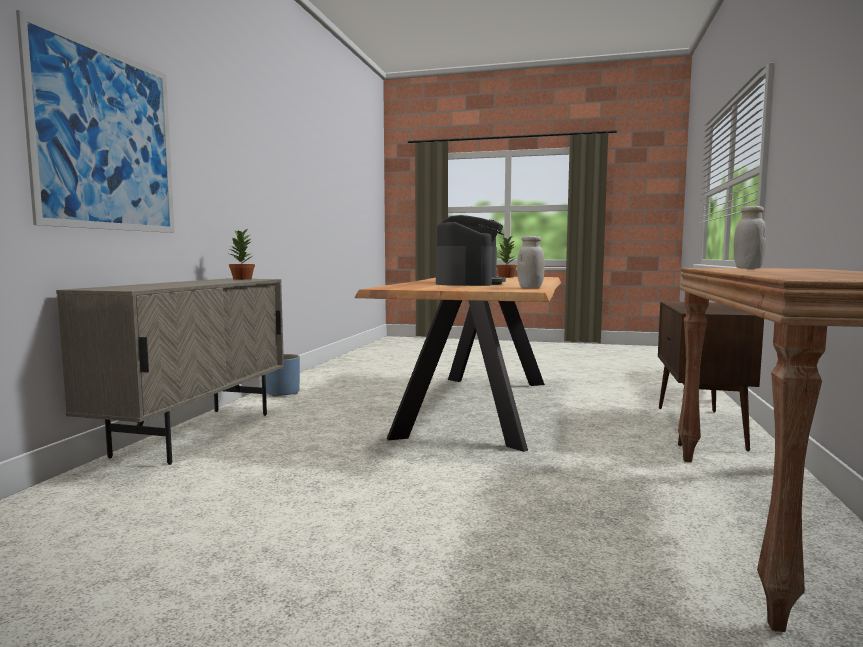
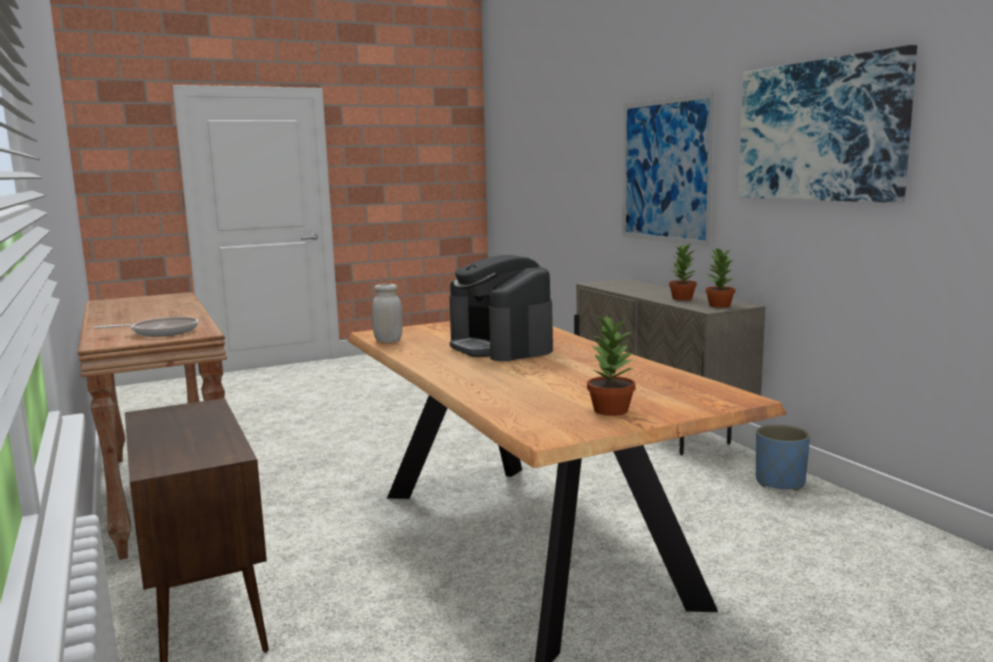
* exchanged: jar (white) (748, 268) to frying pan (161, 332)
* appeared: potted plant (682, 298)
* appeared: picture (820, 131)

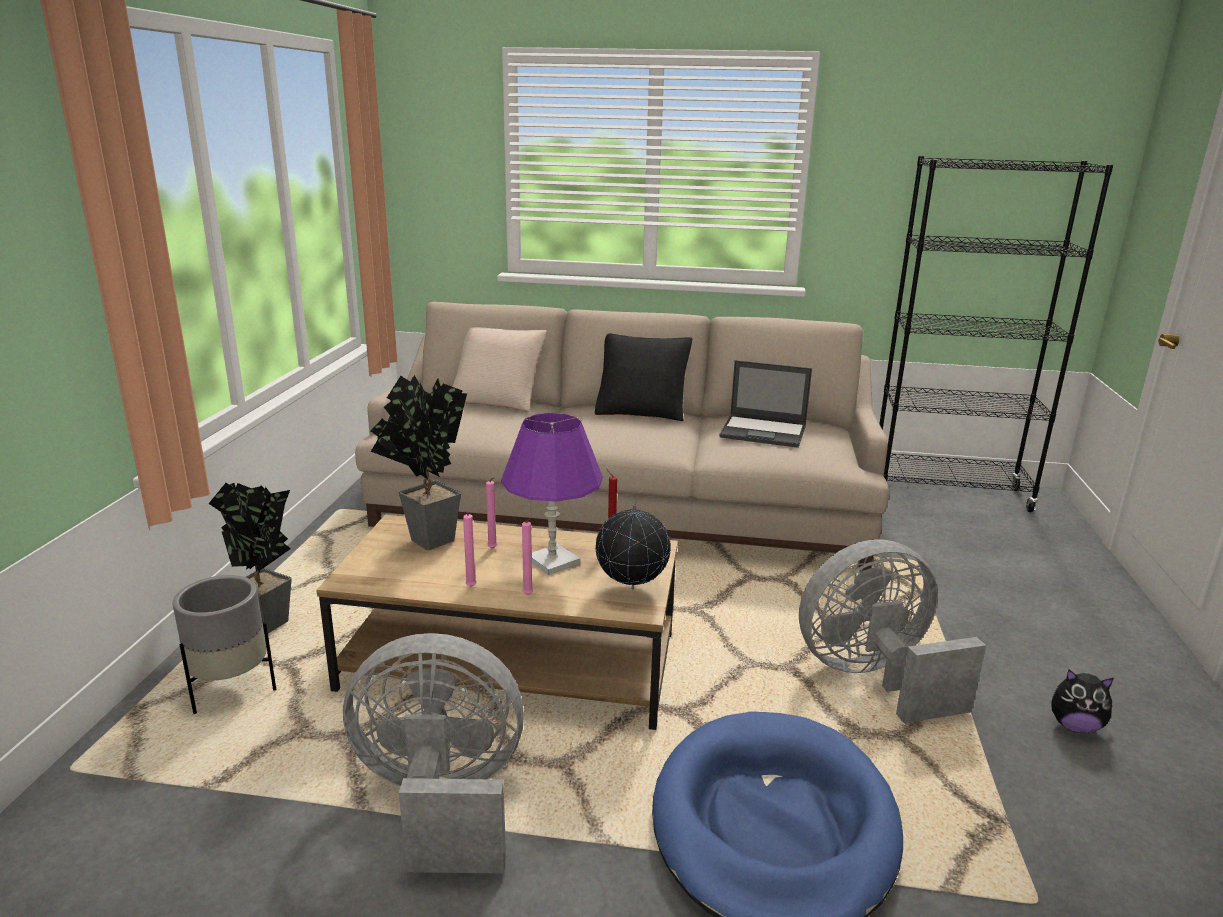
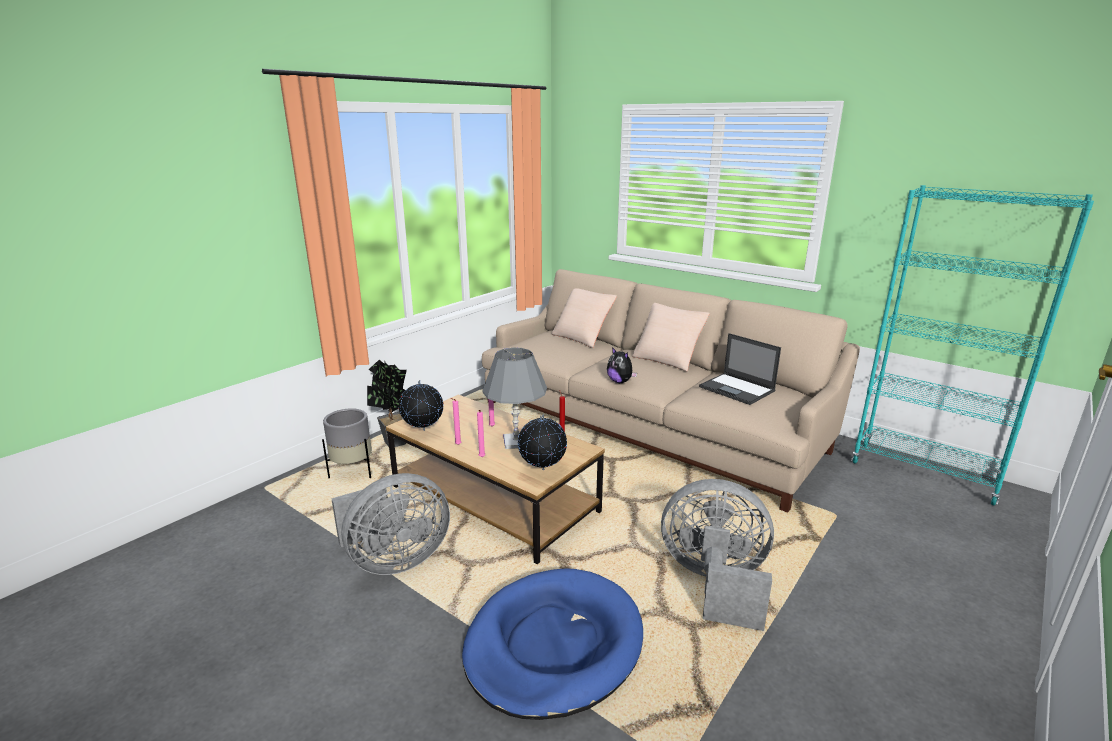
* spun: fan (grey) (441, 802) = (394, 560) 120 degrees clockwise
* appeared: globe (423, 430)
* colour: table lamp (purple) (552, 561) to table lamp (grey) (516, 442)
* relocated: plush toy (1074, 726) to (620, 381)
* colour: pillow (black) (642, 410) to pillow (beige) (668, 359)
* colour: bookcase (black) (949, 495) to bookcase (turquoise) (924, 473)
* missing: potted plant (425, 540)

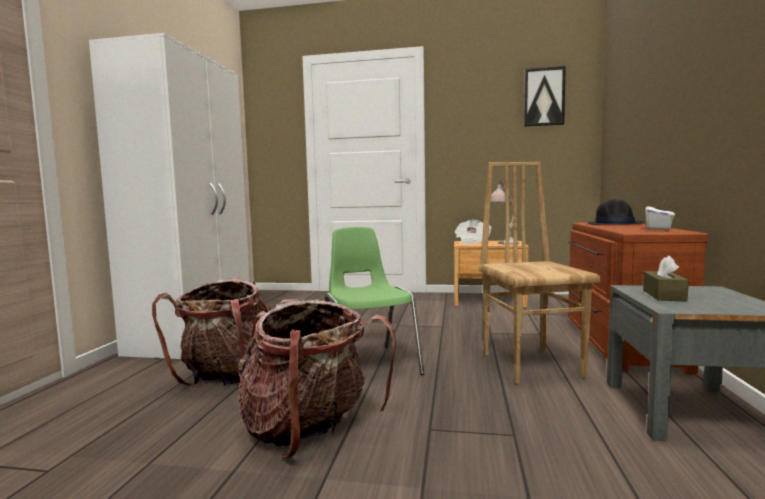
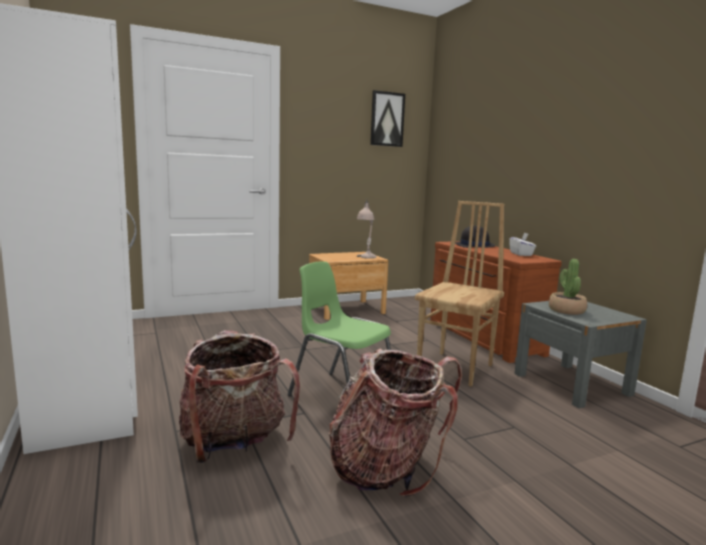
* spun: chair (brown) (532, 364) = (456, 368) 75 degrees clockwise
* exchanged: tissue box (brown) (664, 295) to potted plant (566, 310)
* missing: newspaper (472, 242)

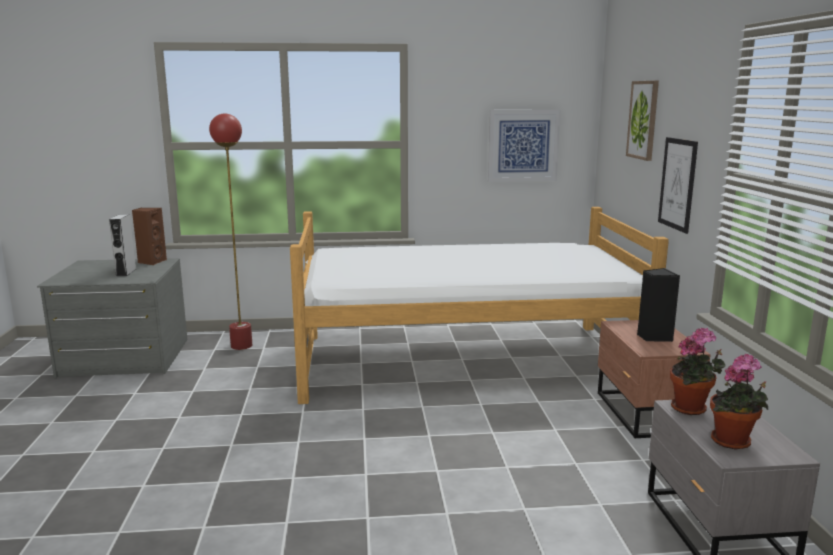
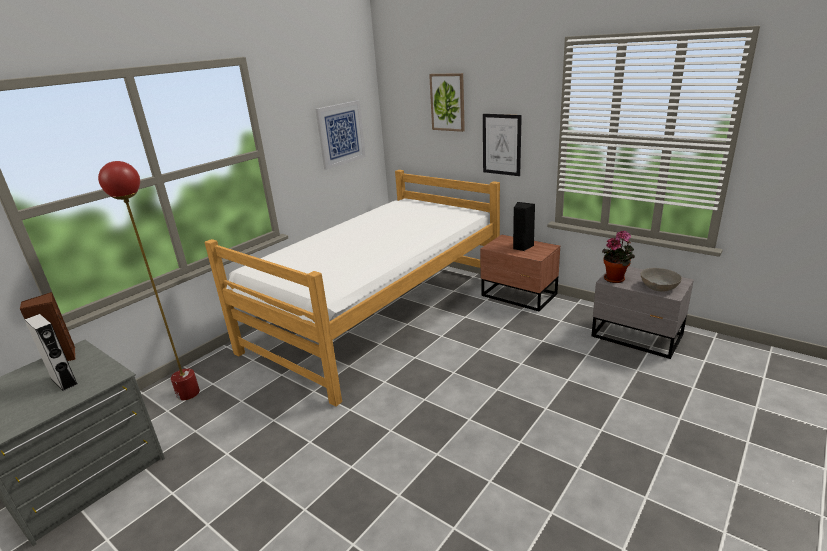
* exchanged: potted plant (733, 443) to bowl (grey) (659, 287)

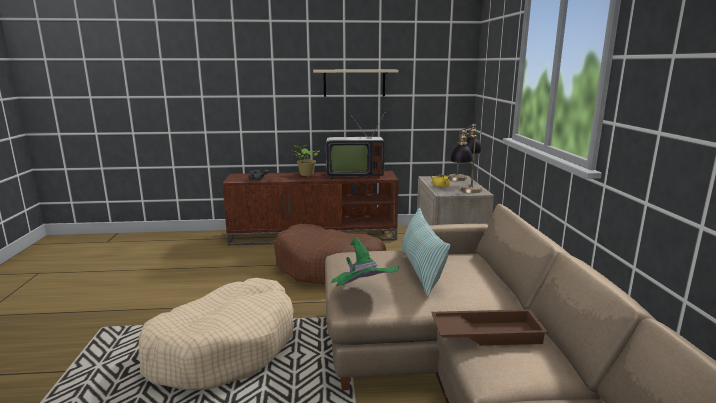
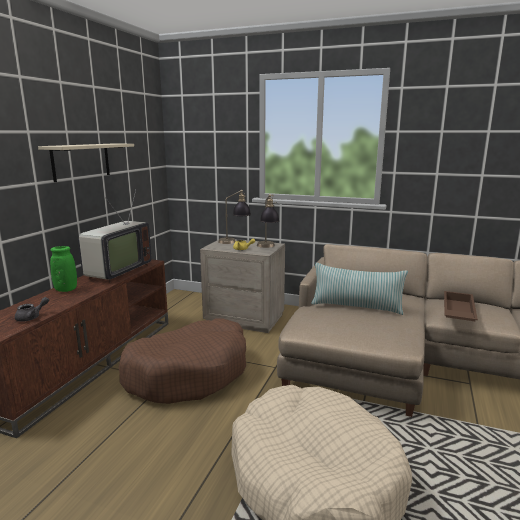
* exchanged: potted plant (306, 174) to vase (green) (66, 289)
* missing: hat (green) (363, 295)

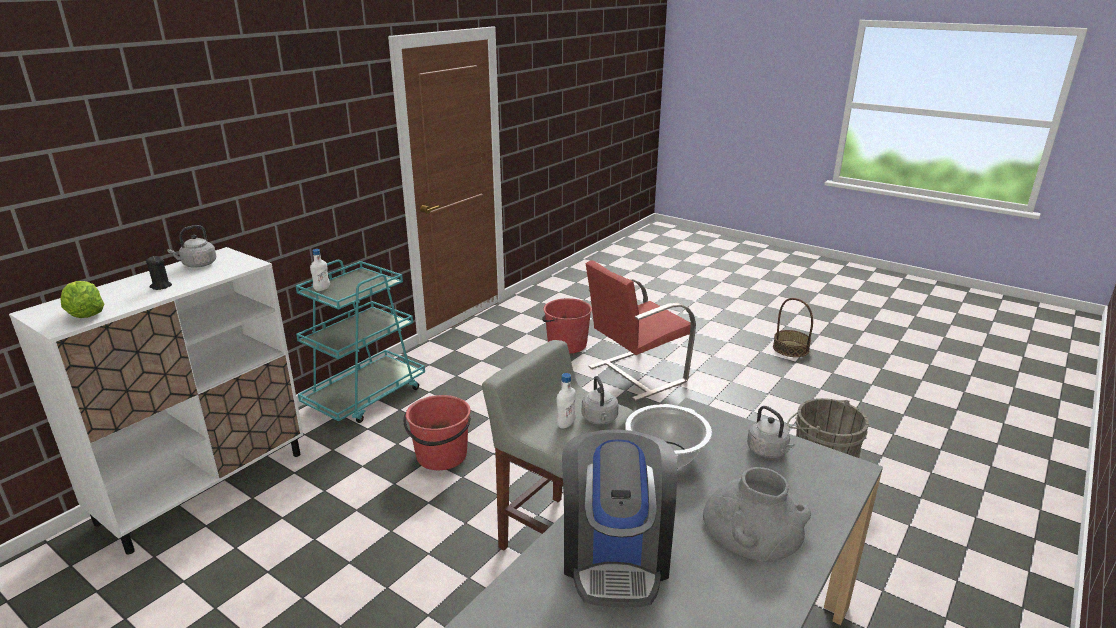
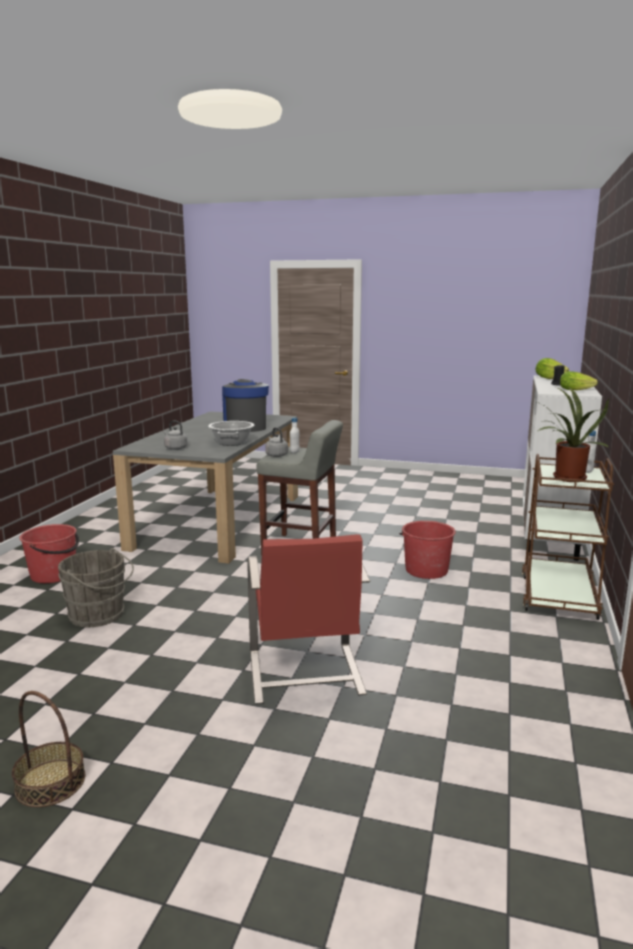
* relocated: bucket (red) (566, 344) to (54, 575)
* spun: chair (red) (635, 374) = (304, 674) 135 degrees clockwise
* colour: cart (turquoise) (366, 396) to cart (brown) (558, 596)
* appeared: potted plant (566, 478)
* exchanged: kettle (grey) (198, 265) to lettuce (577, 390)
* missing: vase (grey) (754, 525)

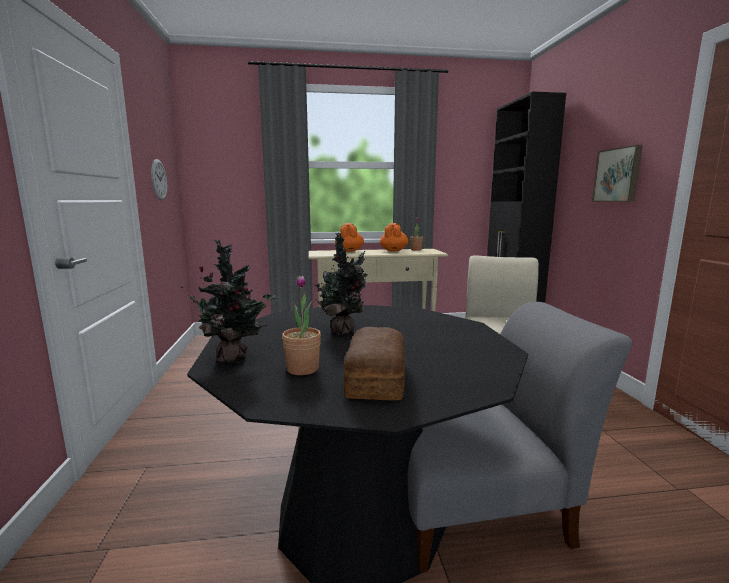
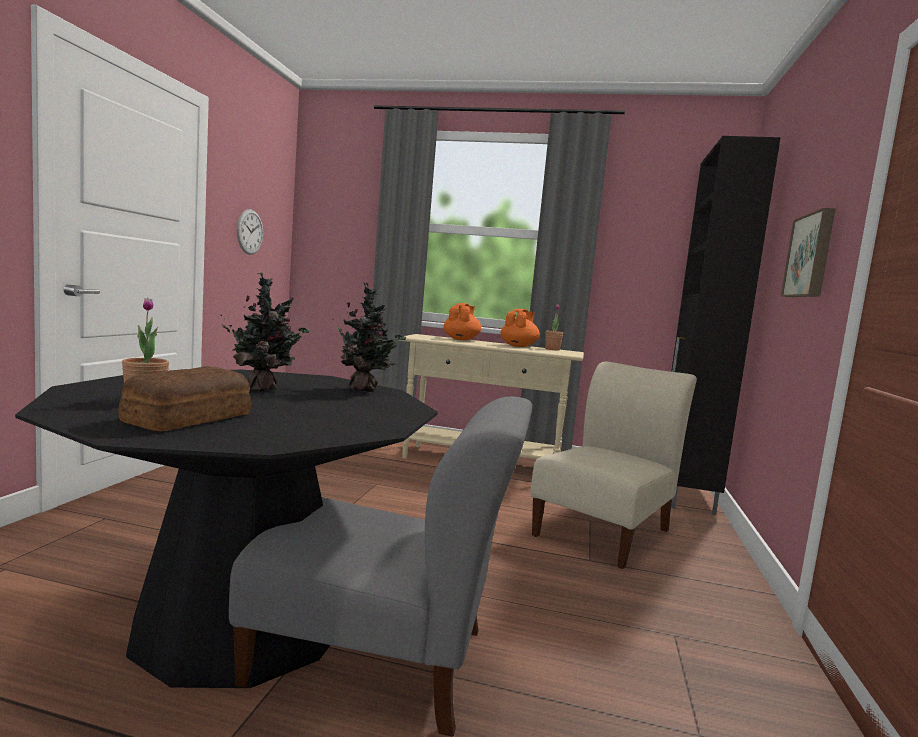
* relocated: potted plant (234, 358) to (365, 390)

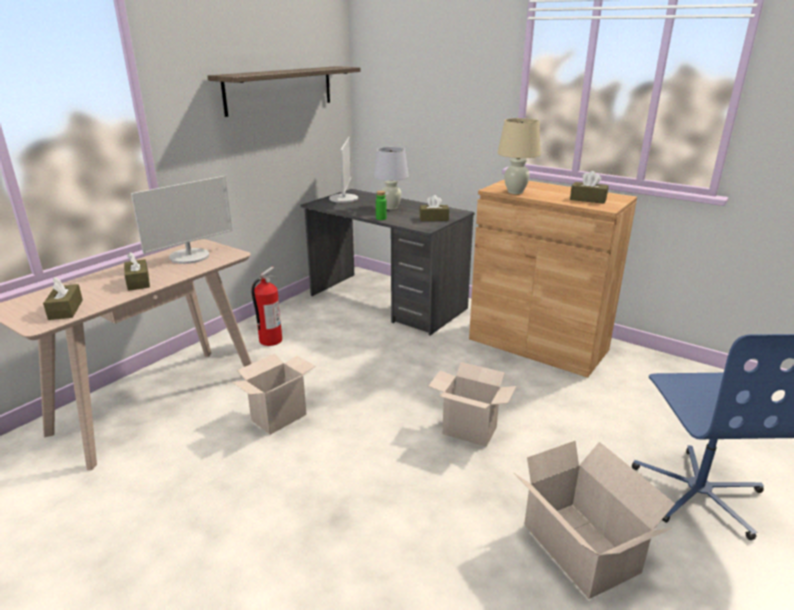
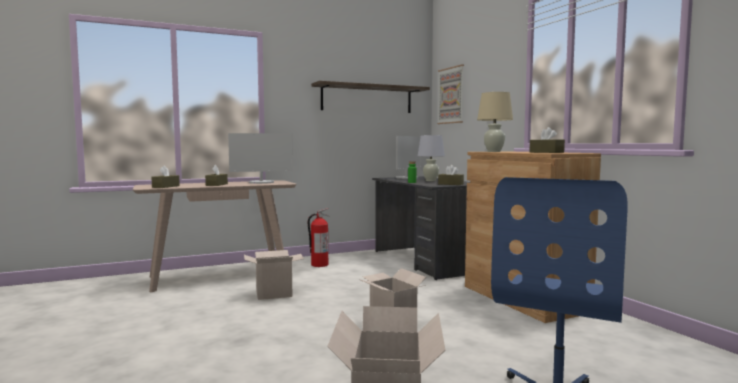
* appeared: picture (451, 95)

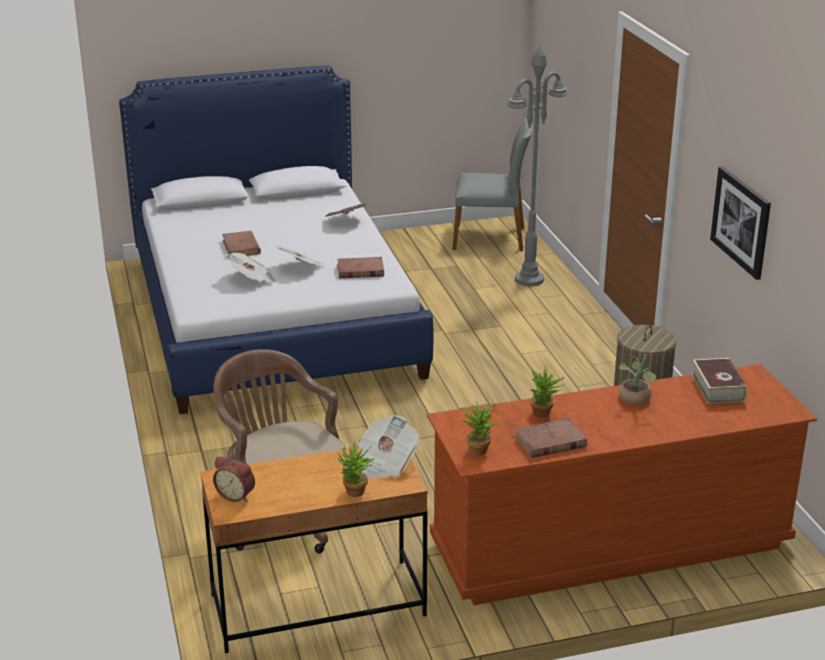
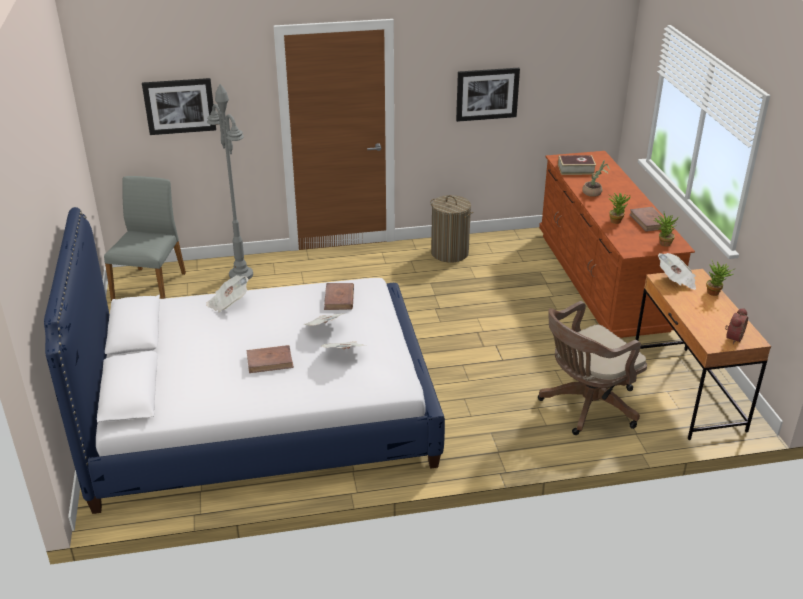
* appeared: picture (179, 106)

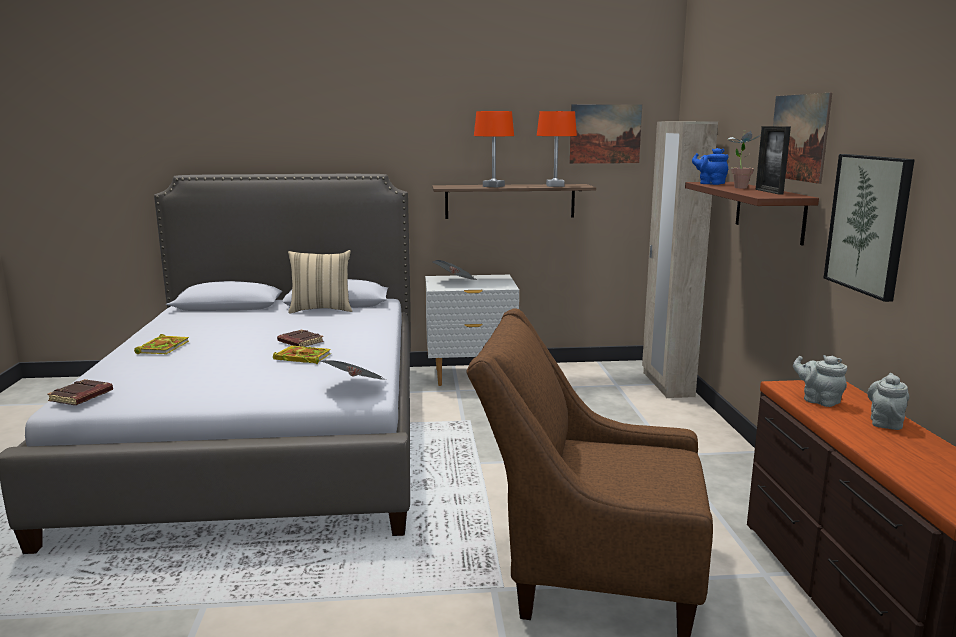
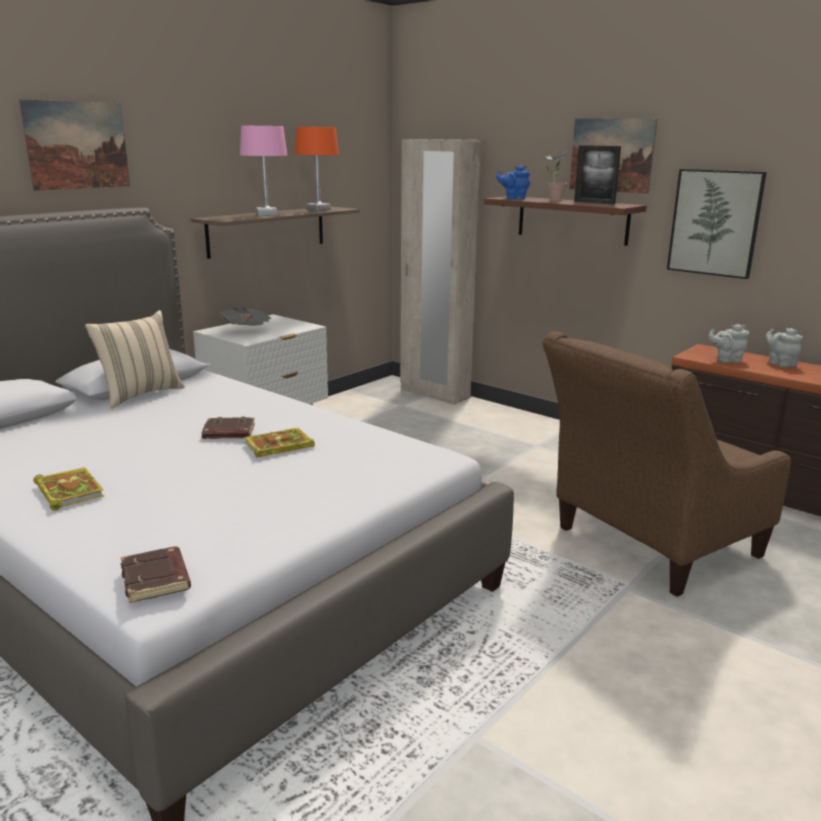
* relocated: picture (605, 134) to (77, 145)
* colour: table lamp (orange) (493, 186) to table lamp (pink) (267, 215)
* missing: newspaper (356, 387)

